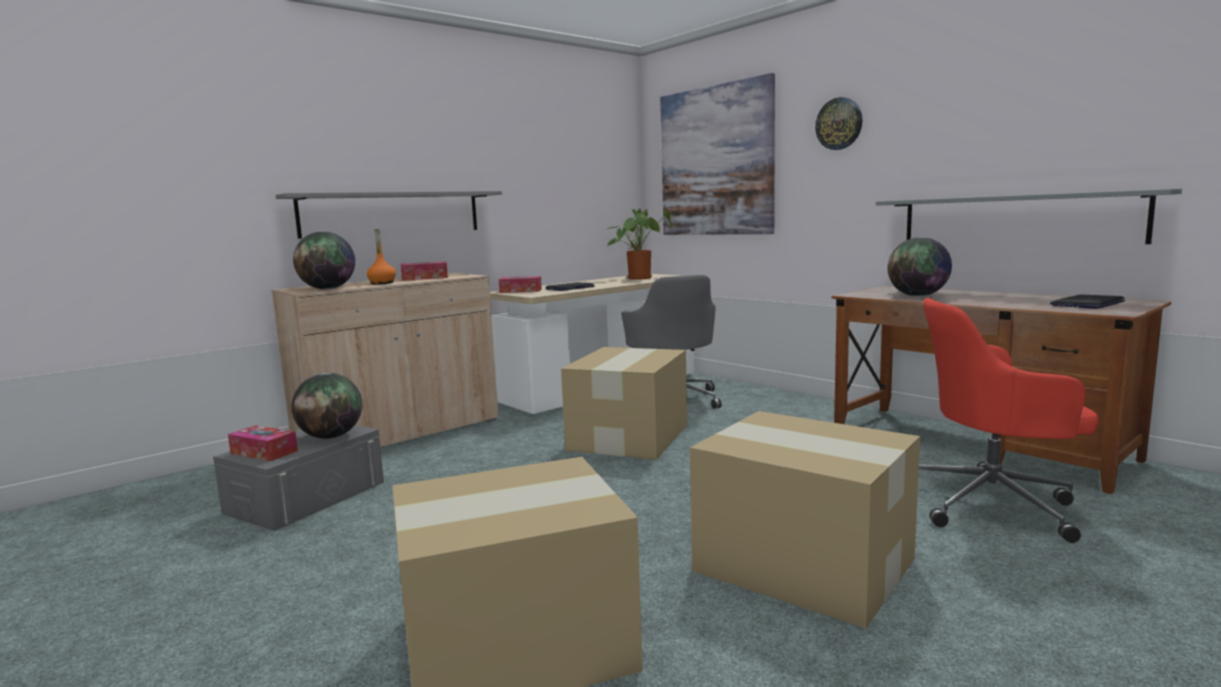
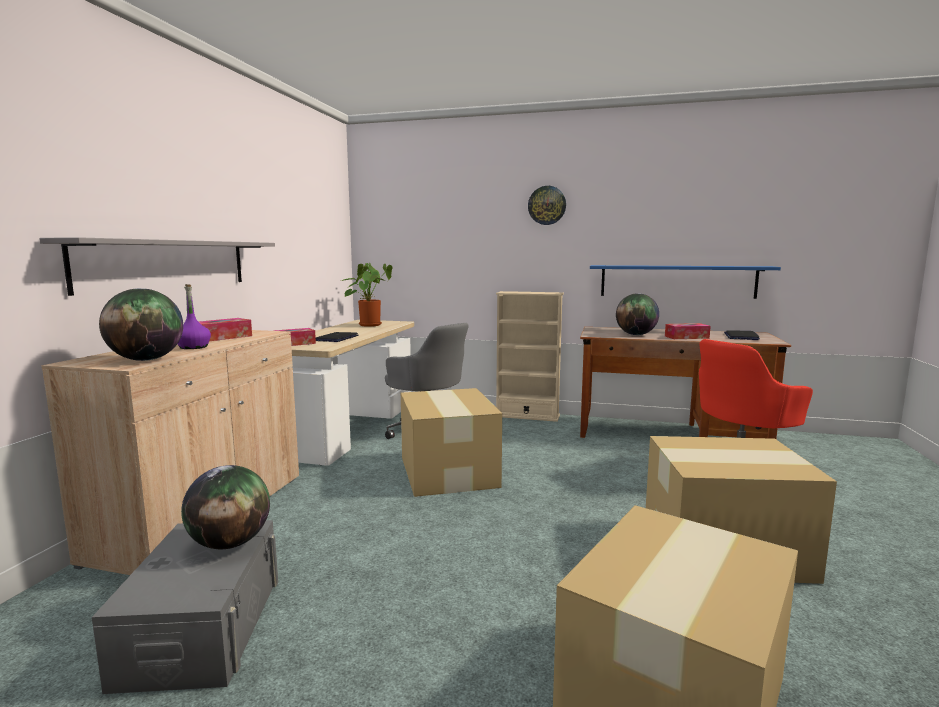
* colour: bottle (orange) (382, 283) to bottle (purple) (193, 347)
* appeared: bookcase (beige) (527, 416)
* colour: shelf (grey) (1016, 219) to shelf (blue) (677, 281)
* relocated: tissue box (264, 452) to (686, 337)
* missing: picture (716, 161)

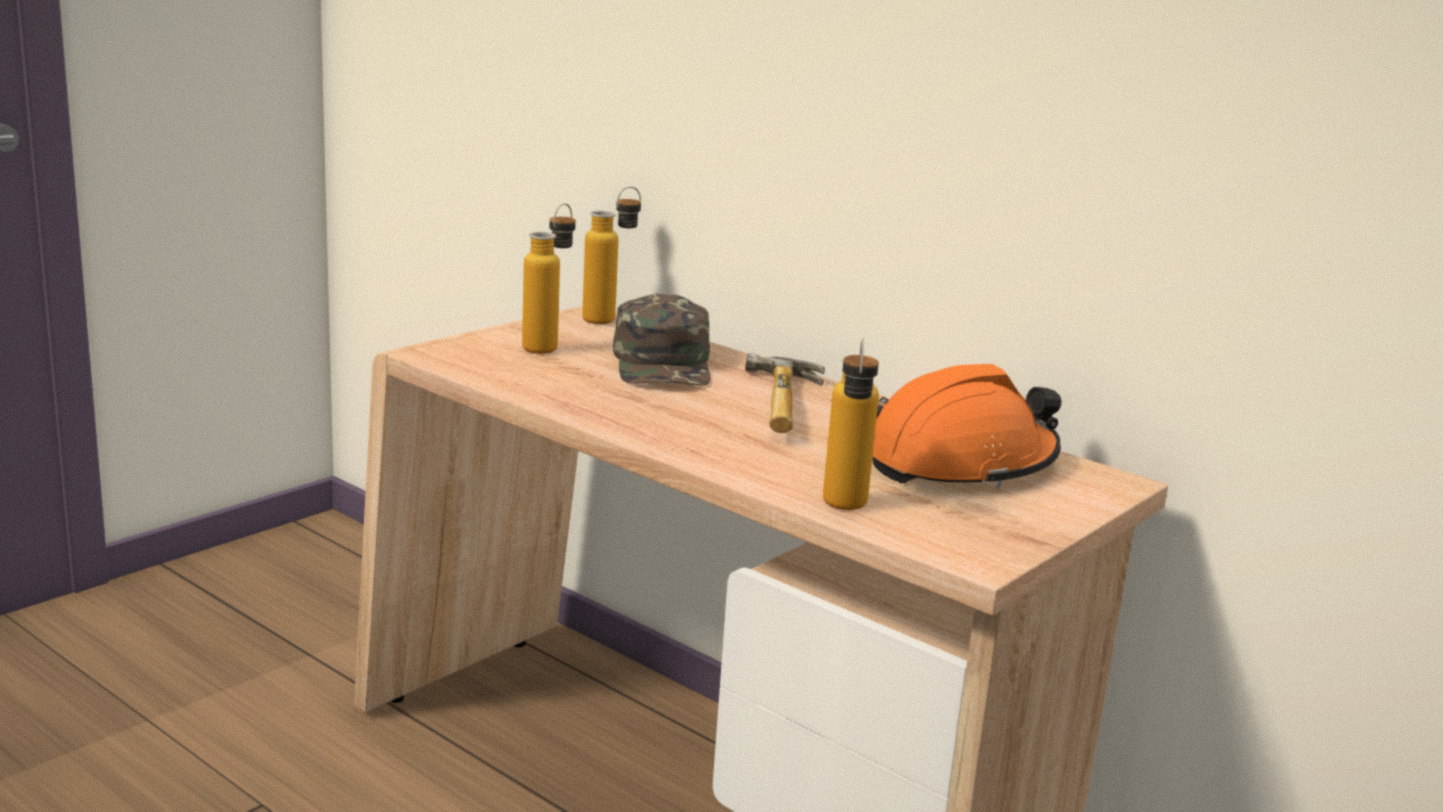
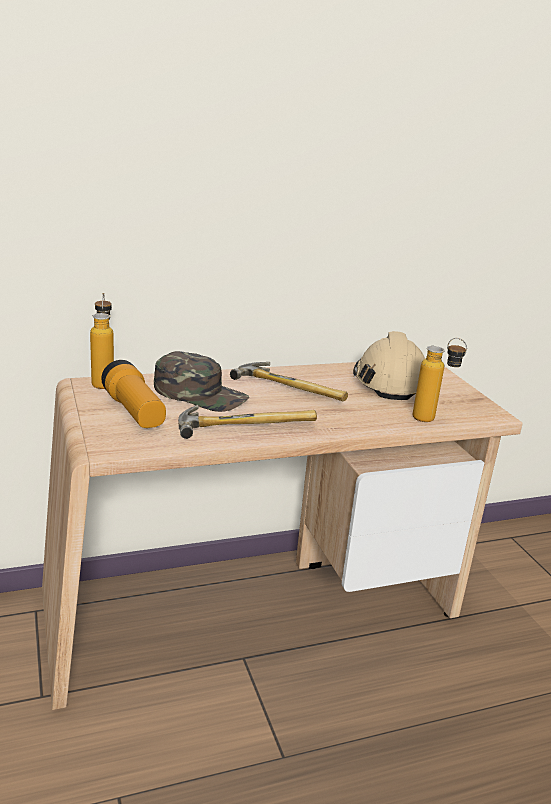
* exchanged: bottle (548, 346) to flashlight (134, 412)
* appeared: hammer (245, 424)
* colour: hard hat (orange) (960, 463) to hard hat (beige) (390, 381)

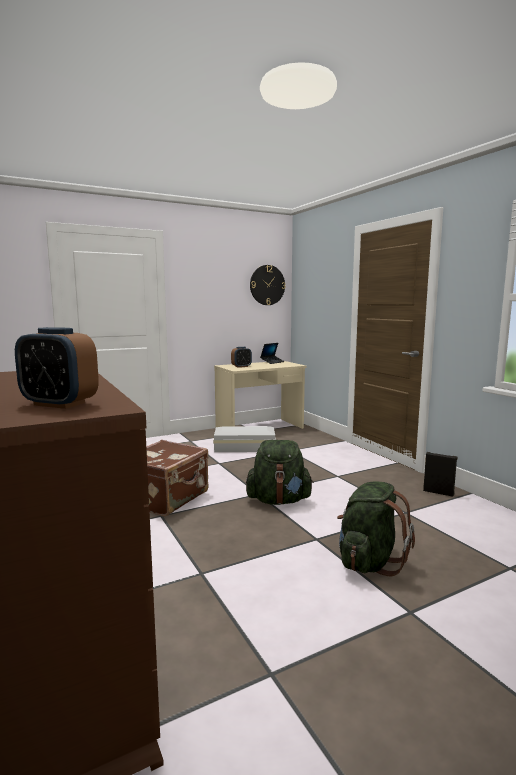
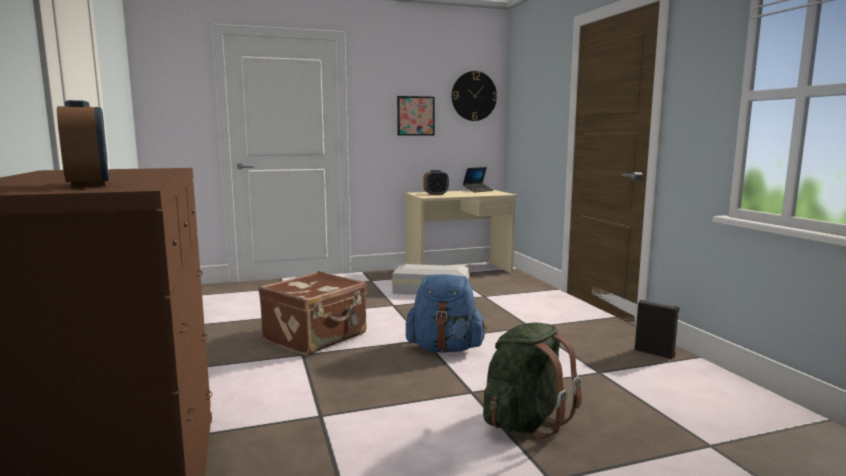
* spun: alarm clock (59, 404) = (89, 185) 150 degrees counterclockwise
* appeared: picture (415, 116)
* colour: backpack (green) (279, 500) to backpack (blue) (445, 348)

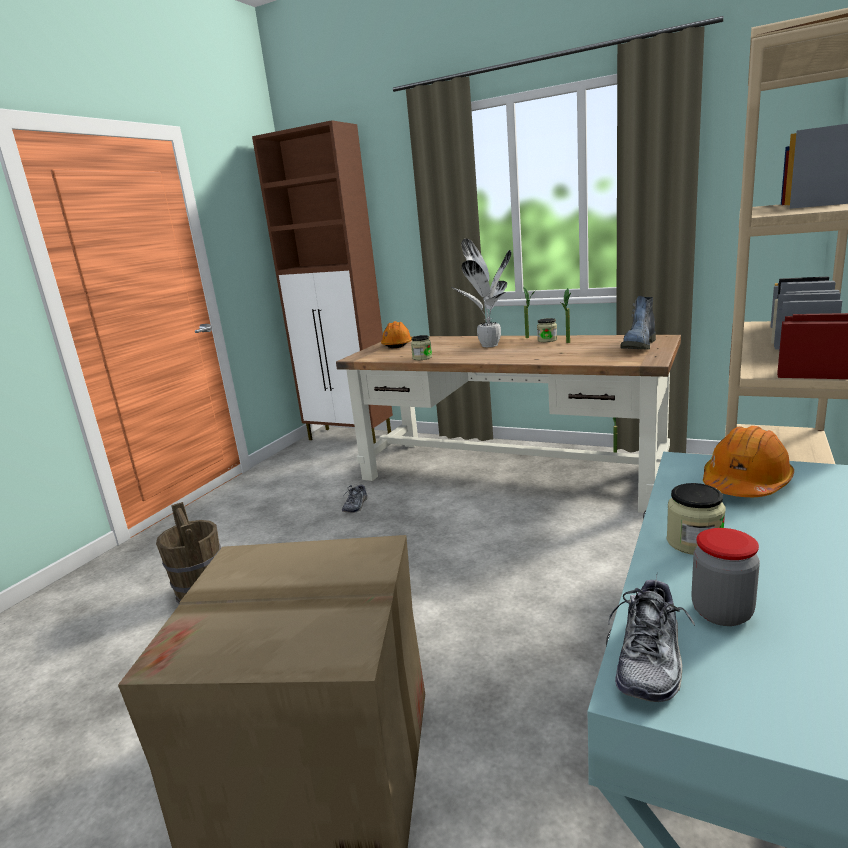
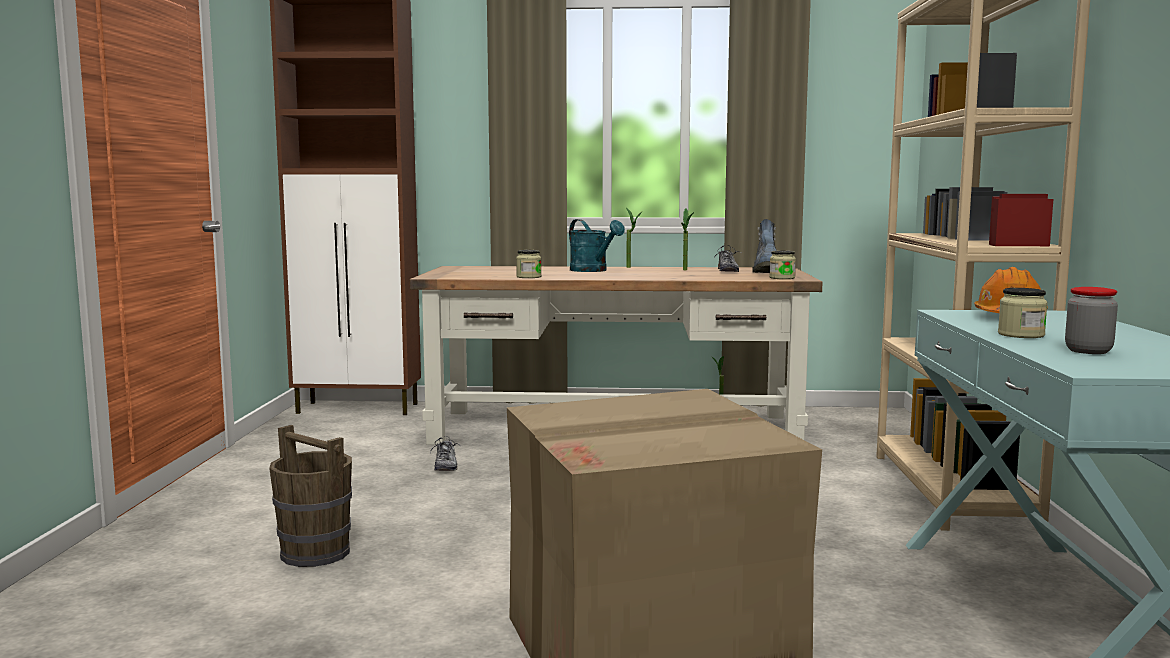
* exchanged: potted plant (488, 345) to watering can (turquoise) (593, 271)
* relocated: shoe (650, 658) to (727, 271)
* relocated: jar (547, 340) to (782, 278)
* missing: hard hat (orange) (397, 345)

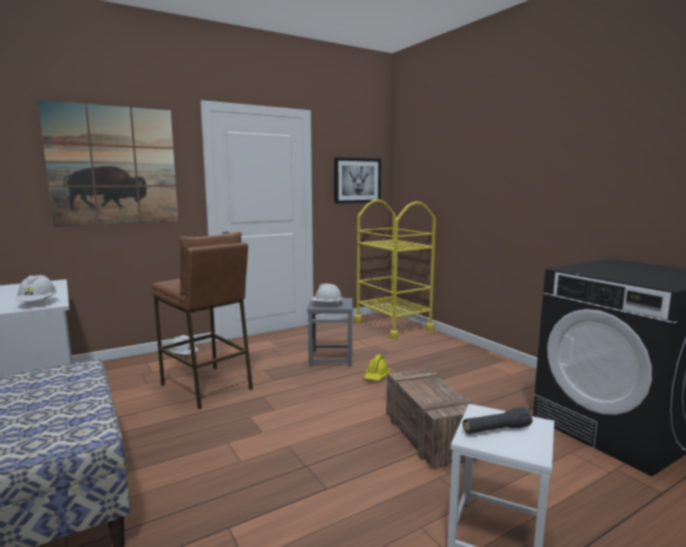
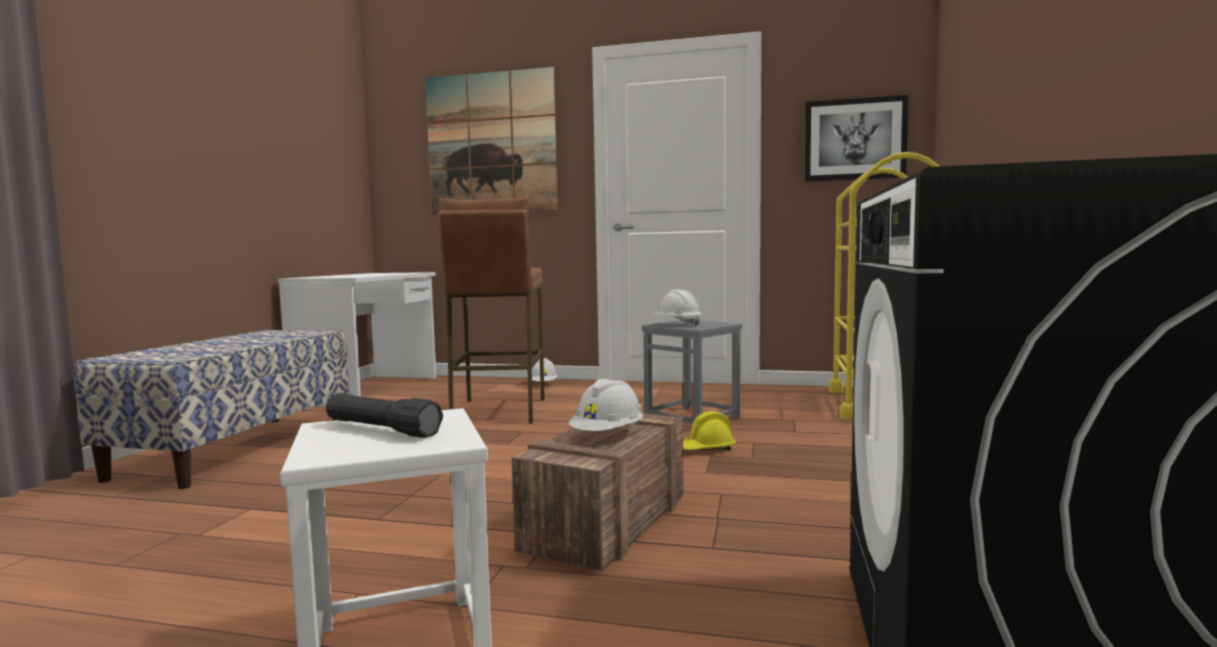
* relocated: hard hat (white) (38, 303) to (607, 435)

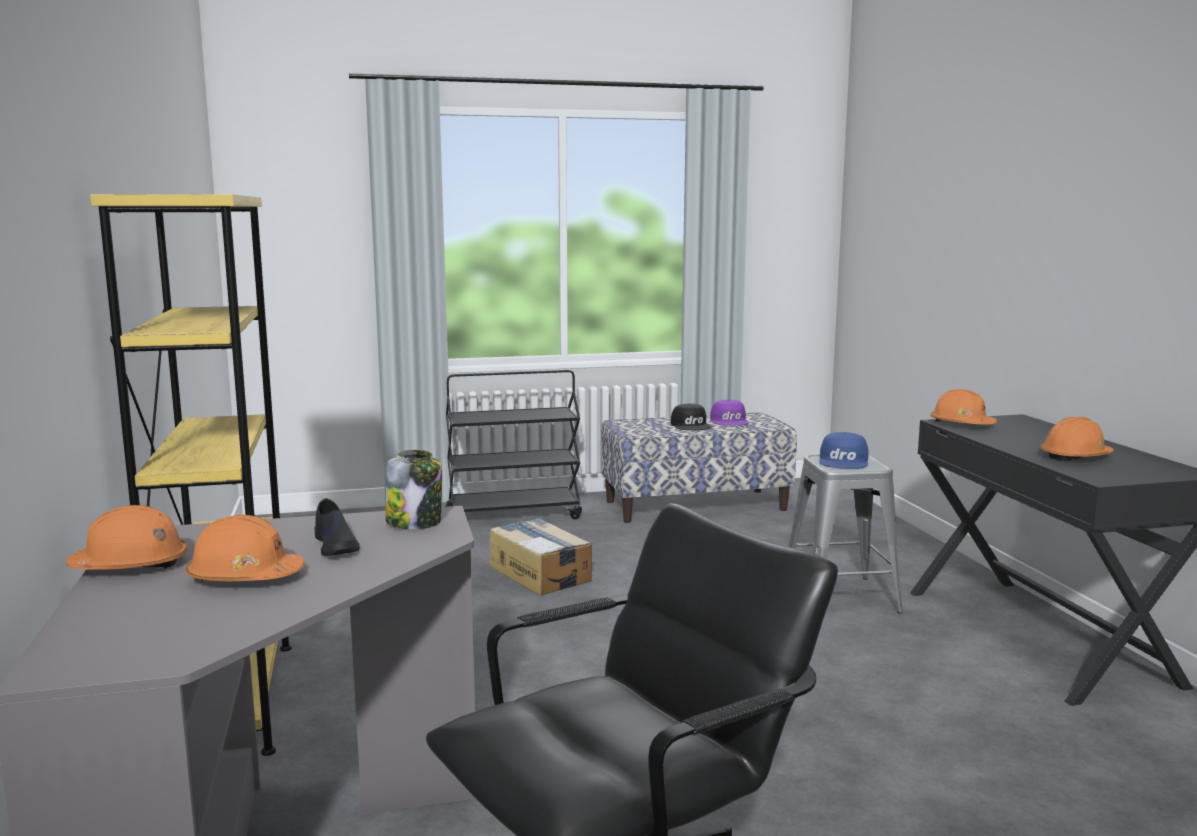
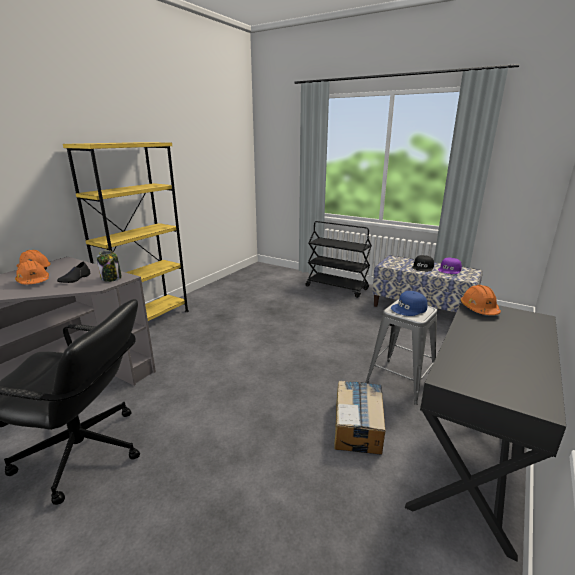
* relocated: cardboard box (540, 573) to (358, 425)
* missing: hard hat (orange) (1075, 457)

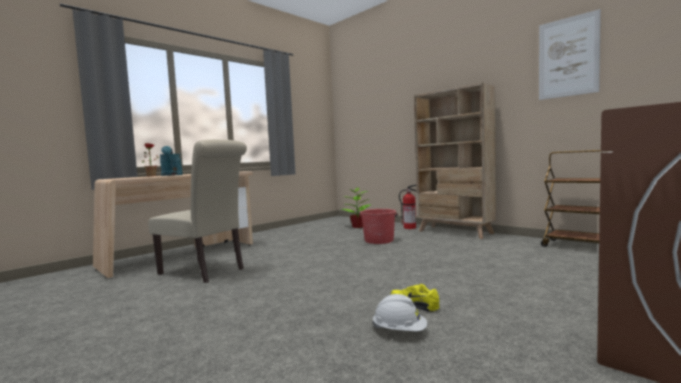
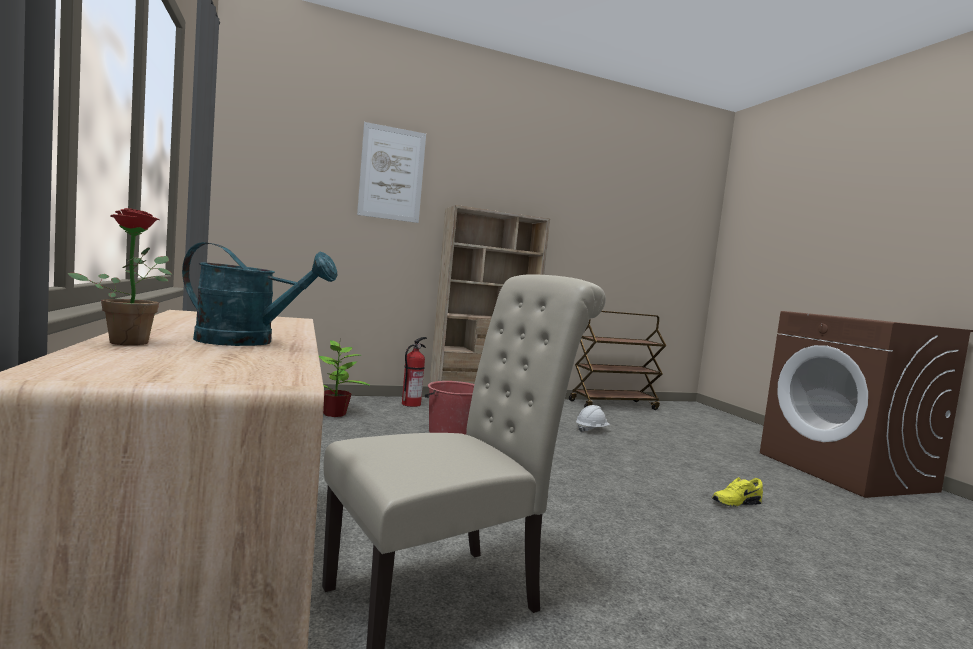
* relocated: picture (568, 57) to (391, 173)
* relocated: hard hat (white) (400, 331) to (591, 430)

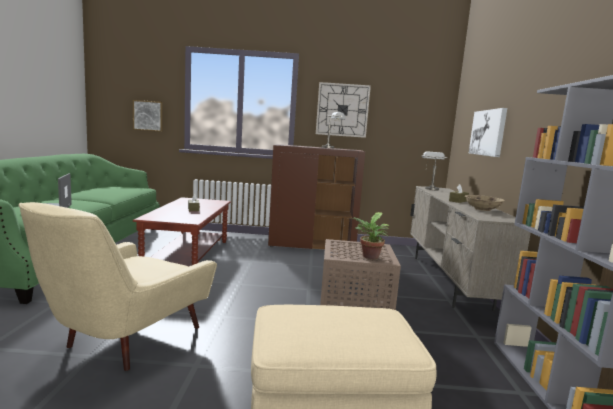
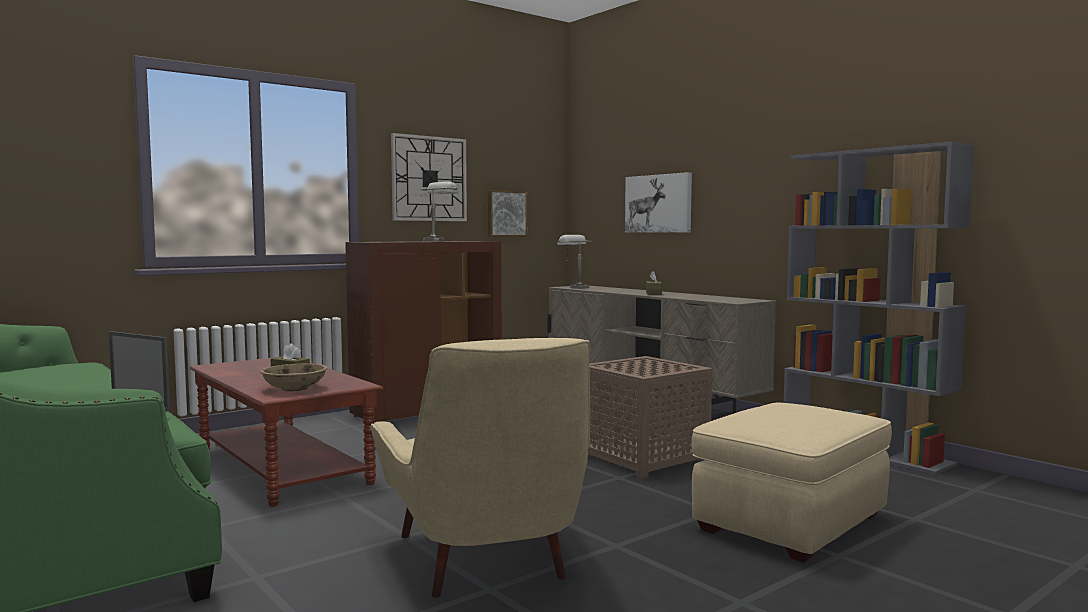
* relocated: bowl (beige) (482, 209) to (294, 389)
* relocated: picture (148, 115) to (506, 213)
* missing: potted plant (369, 257)

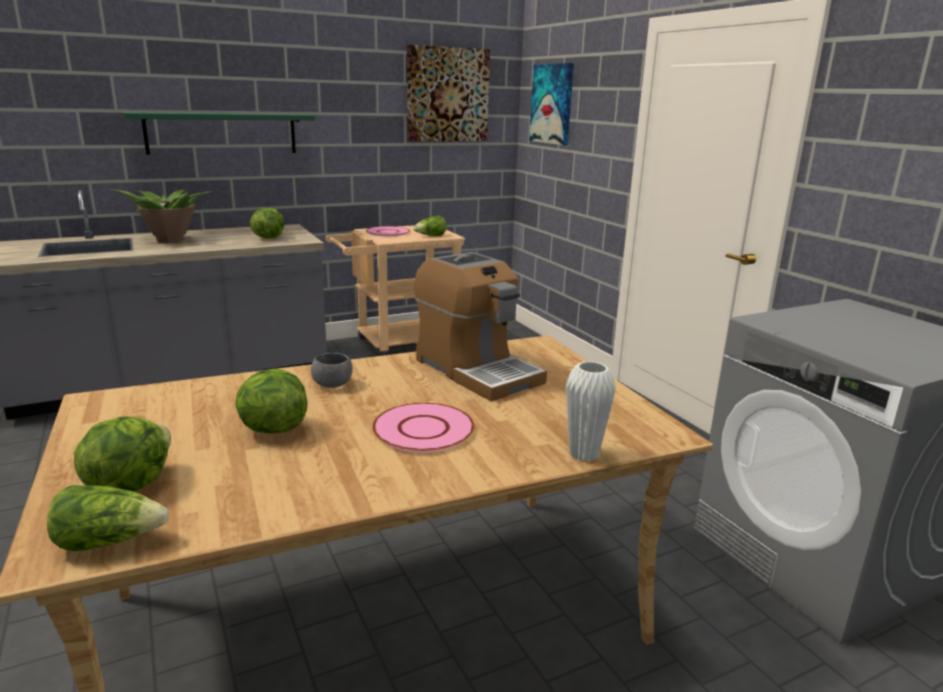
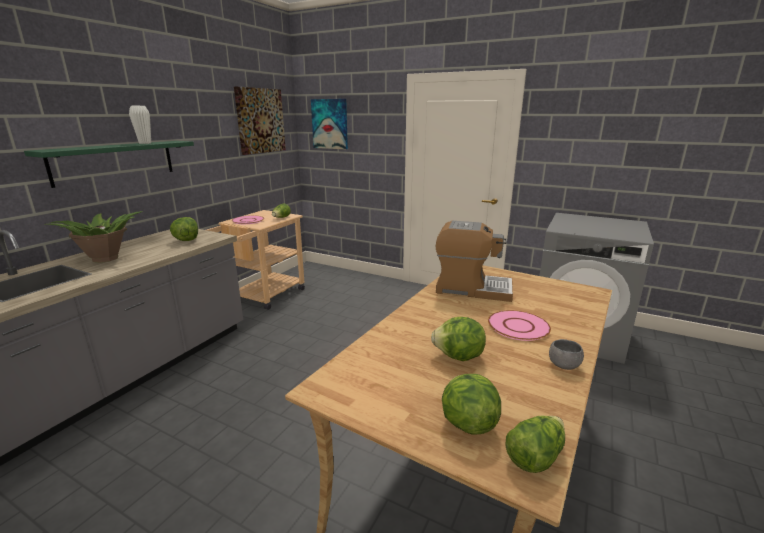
* relocated: vase (white) (584, 454) to (145, 143)
* relocated: bowl (grey) (333, 385) to (563, 365)

